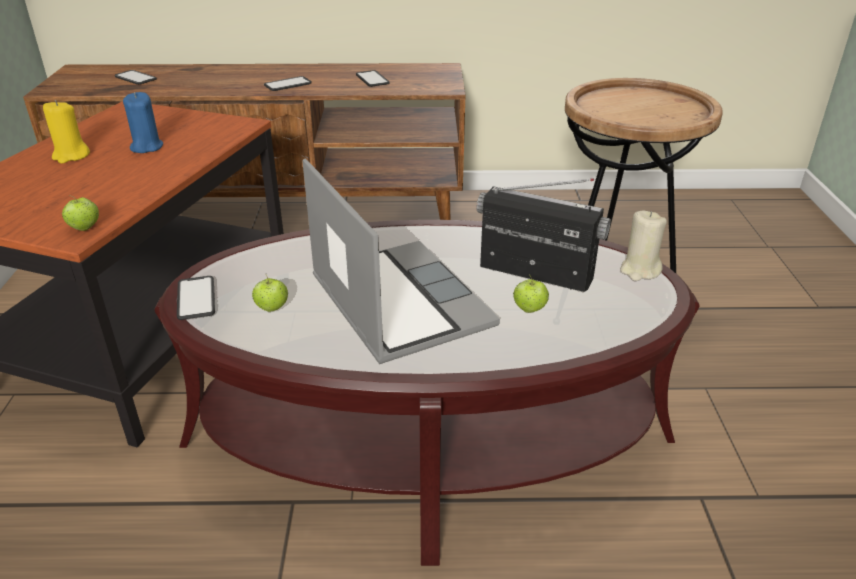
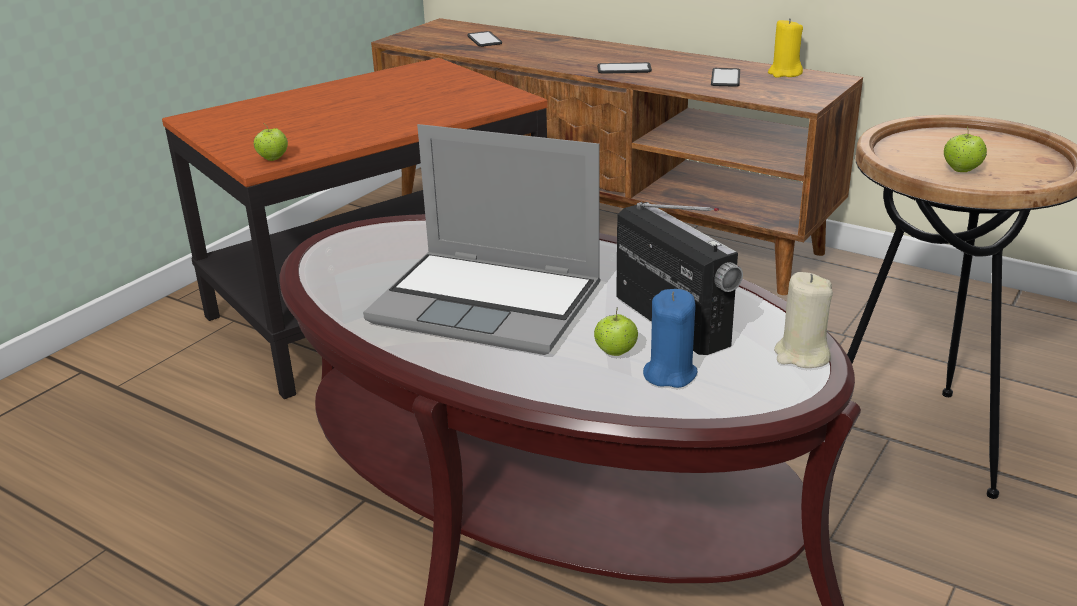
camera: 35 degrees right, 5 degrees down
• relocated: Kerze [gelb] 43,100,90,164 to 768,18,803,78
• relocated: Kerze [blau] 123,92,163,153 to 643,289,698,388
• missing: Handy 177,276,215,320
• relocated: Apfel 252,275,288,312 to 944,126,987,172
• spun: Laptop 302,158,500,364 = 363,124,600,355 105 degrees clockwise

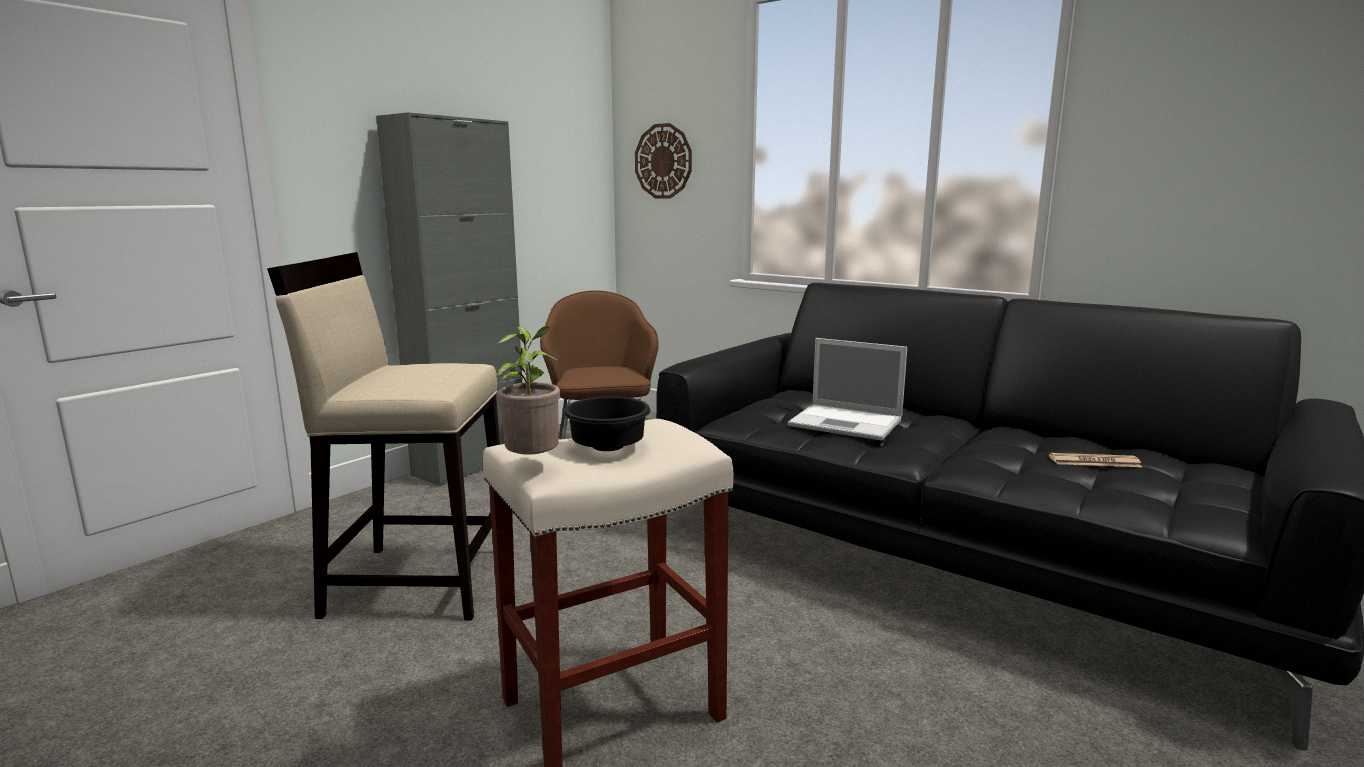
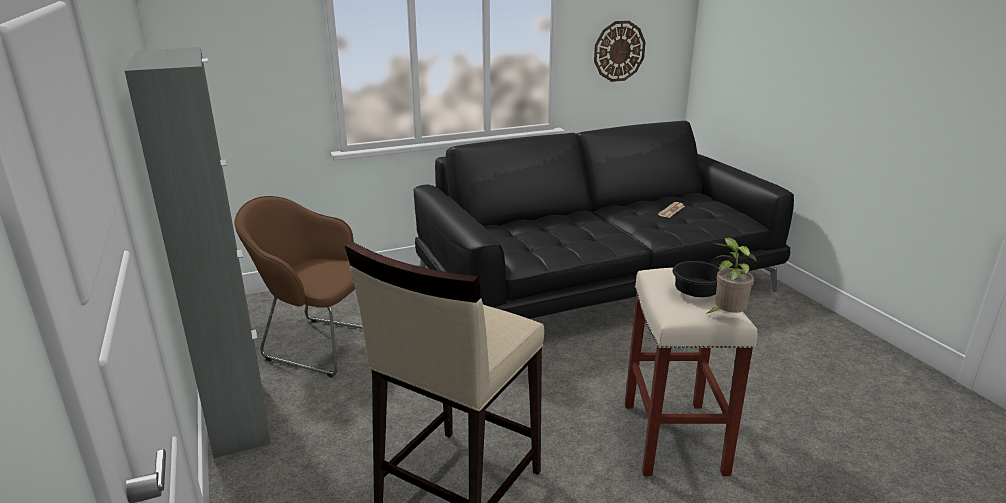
camera: 60 degrees left, 10 degrees up
• relocated: Wanduhr 635,123,692,199 to 594,21,646,82
• missing: Laptop 788,338,907,441

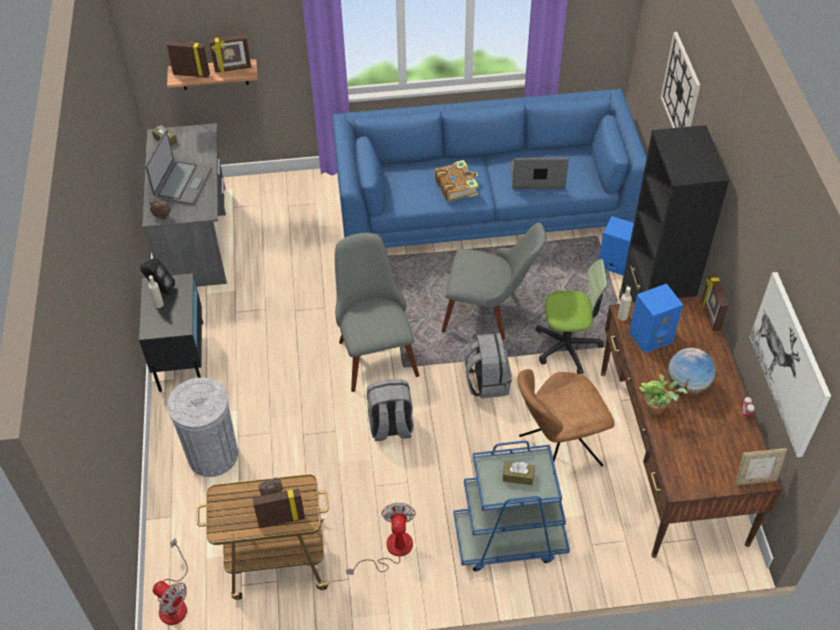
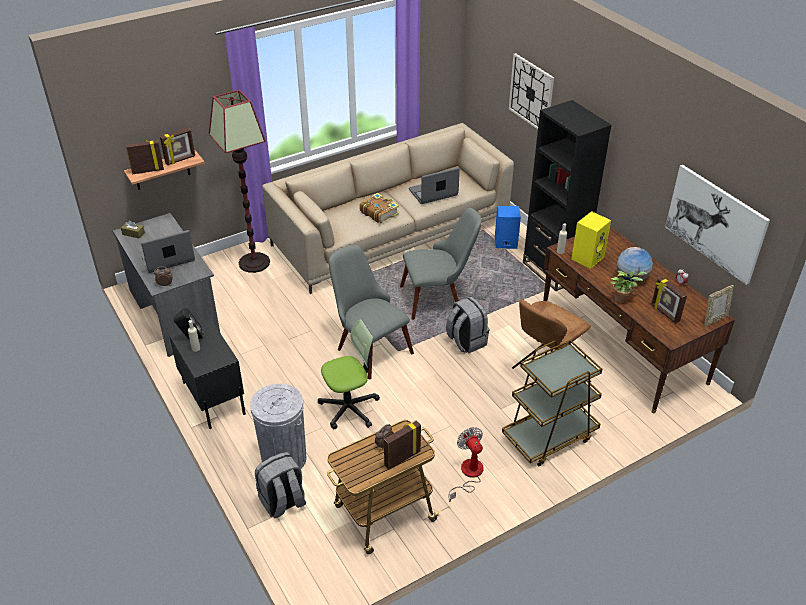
camera: 25 degrees left, 10 degrees down
• spun: Laptop 145,130,212,205 = 140,230,195,273 105 degrees counterclockwise
• missing: Ventilator 153,538,188,625
• colour: Sofa [blau] 332,89,647,248 to Sofa [beige] 262,123,514,294
• relocated: Rucksack [grau] 367,379,414,441 to 255,452,306,518
• colour: Rollwagen [blau] 453,441,570,571 to Rollwagen [braun] 502,340,602,466
• missing: Taschentuchbox [braun] 503,461,535,485
• relocated: Bürostuhl 536,259,607,374 to 318,319,380,429
• colour: Lautsprecher [blau] 629,284,683,354 to Lautsprecher [gelb] 571,211,611,269
• relocated: Bilderrahmen 702,273,729,332 to 651,276,687,324
• appeared: Stehlampe 209,90,270,273

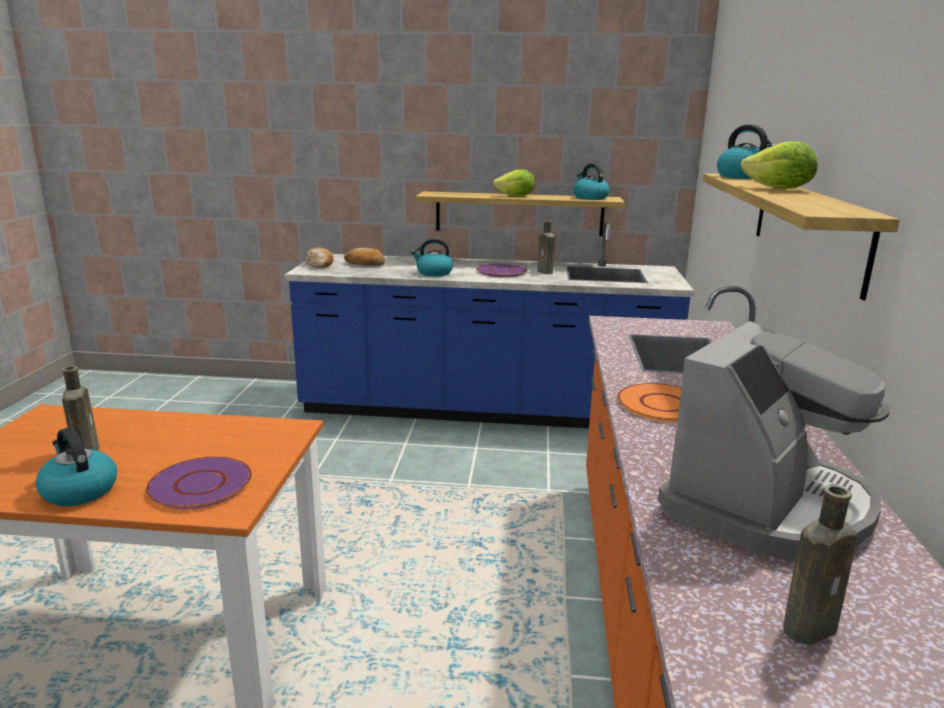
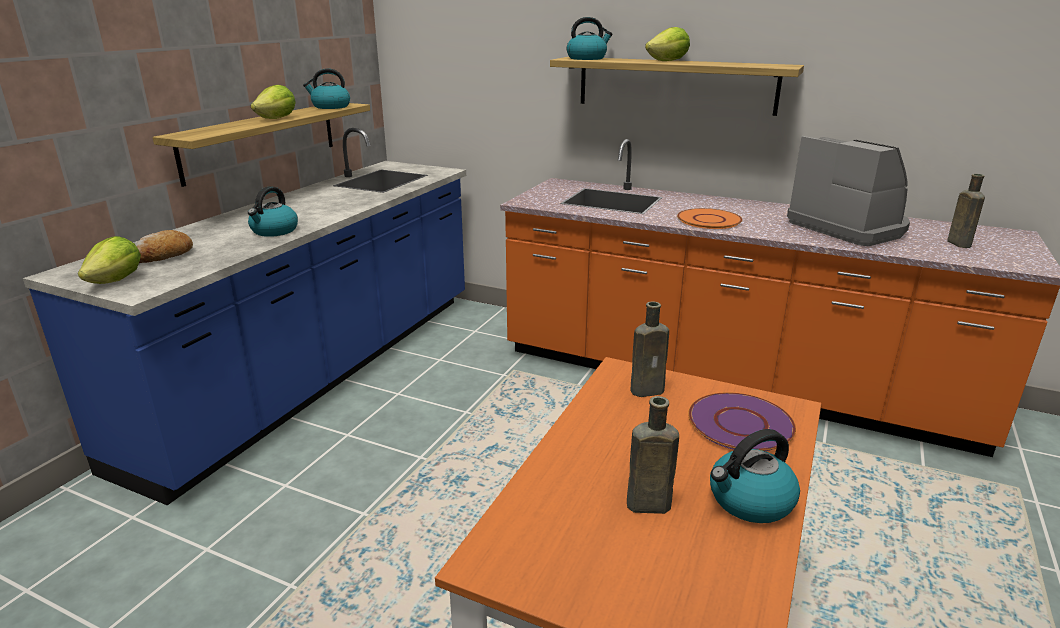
camera: 70 degrees left, 5 degrees up
• exchanged: Brot 305,248,334,268 to Salatkopf 78,236,141,284
• missing: Teller [lila] 476,264,528,277
• relocated: Flasche [braun] 537,220,555,274 to 631,302,669,397

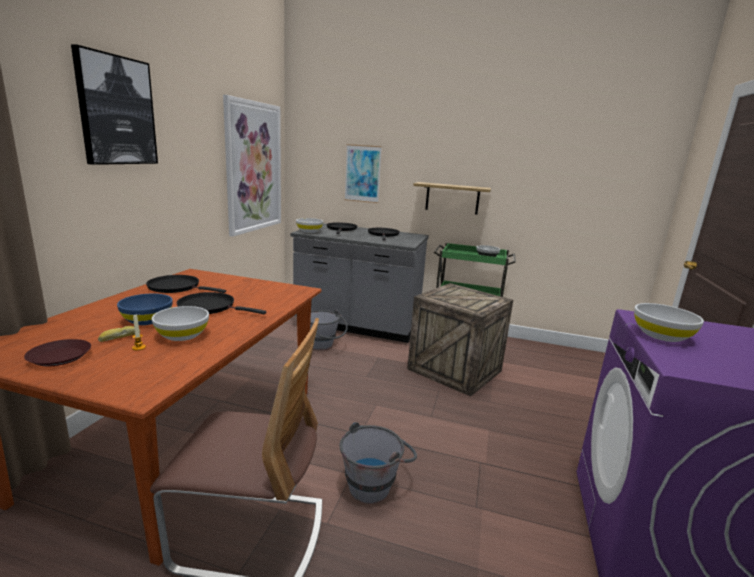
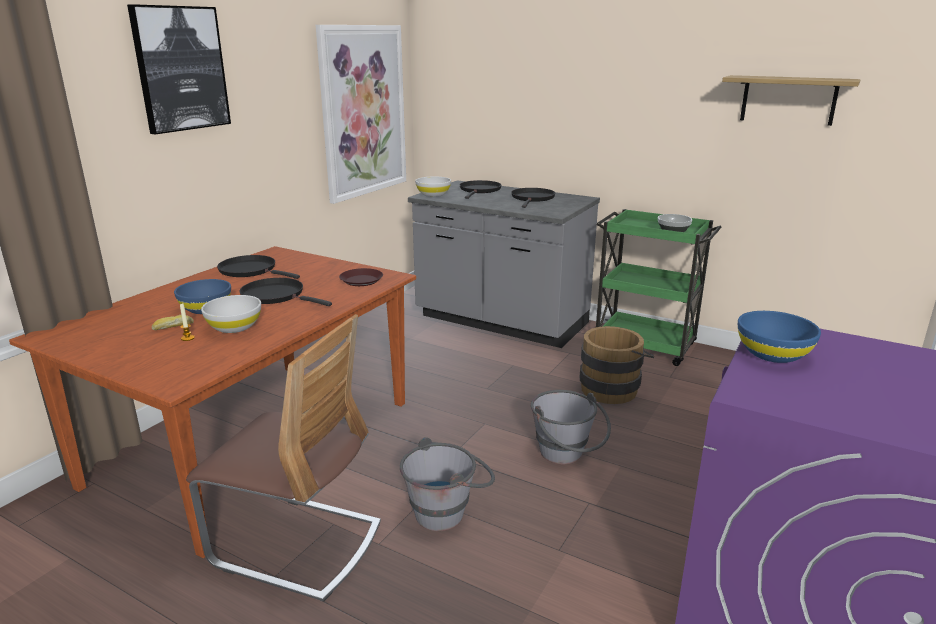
camera: 15 degrees right, 5 degrees up
• relocated: Teller [braun] 24,339,91,366 to 339,268,383,286
• relocated: Eimer [grau] 310,310,348,350 to 531,390,611,464
• missing: Bild 345,144,382,203
• exchanged: Kiste 407,283,513,396 to Eimer [braun] 580,326,654,404
• relocated: Wandregal 413,182,491,215 to 722,75,861,126
• colour: Schüssel [weiß] 634,303,704,342 to Schüssel [blau] 738,311,821,363

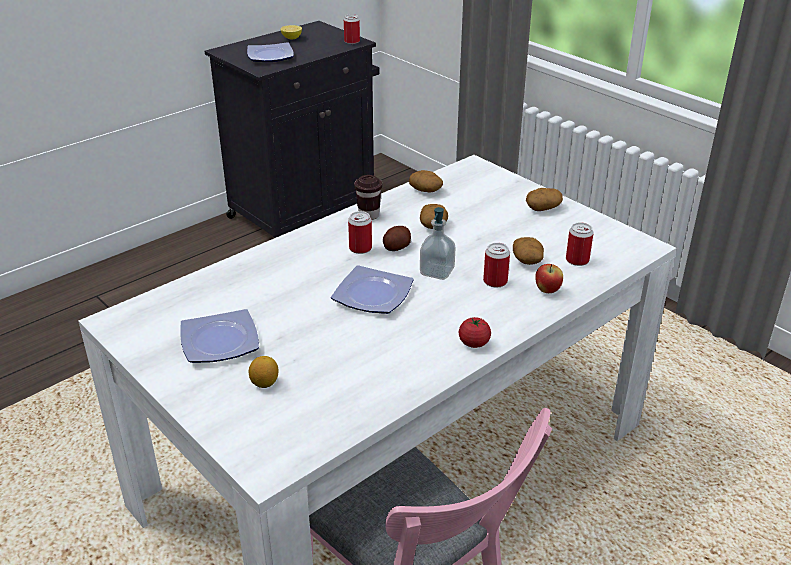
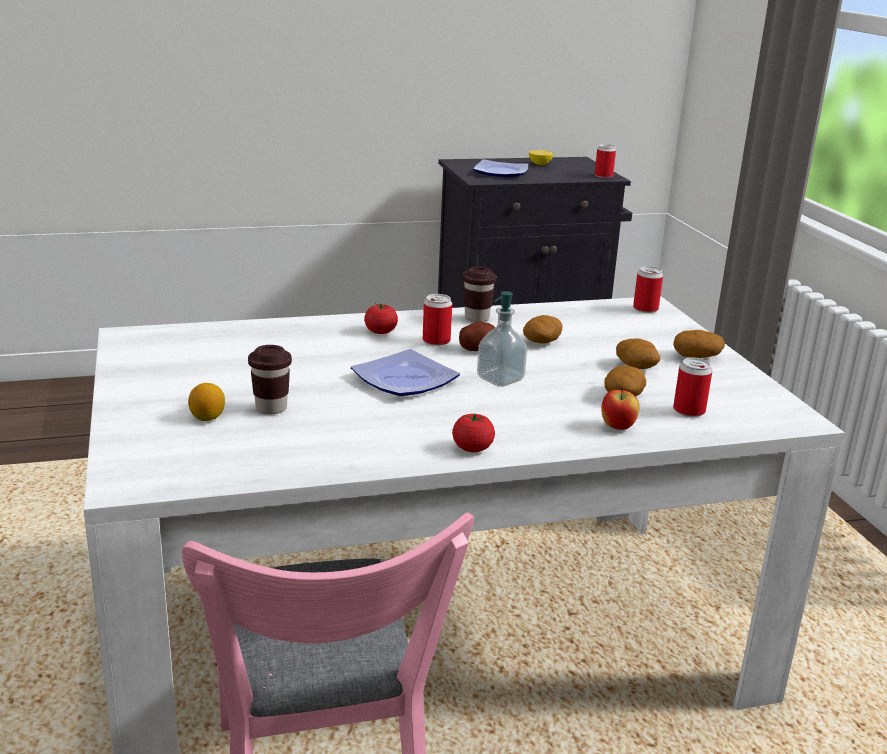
camera: 25 degrees right, 10 degrees down
• missing: Teller 180,309,259,363
• relocated: Kartoffel 409,170,443,192 to 616,338,660,369
• relocated: Dose 483,243,510,287 to 633,266,663,313
• appeared: Tasse [braun] 248,345,292,414
• appeared: Tomate 364,303,398,334

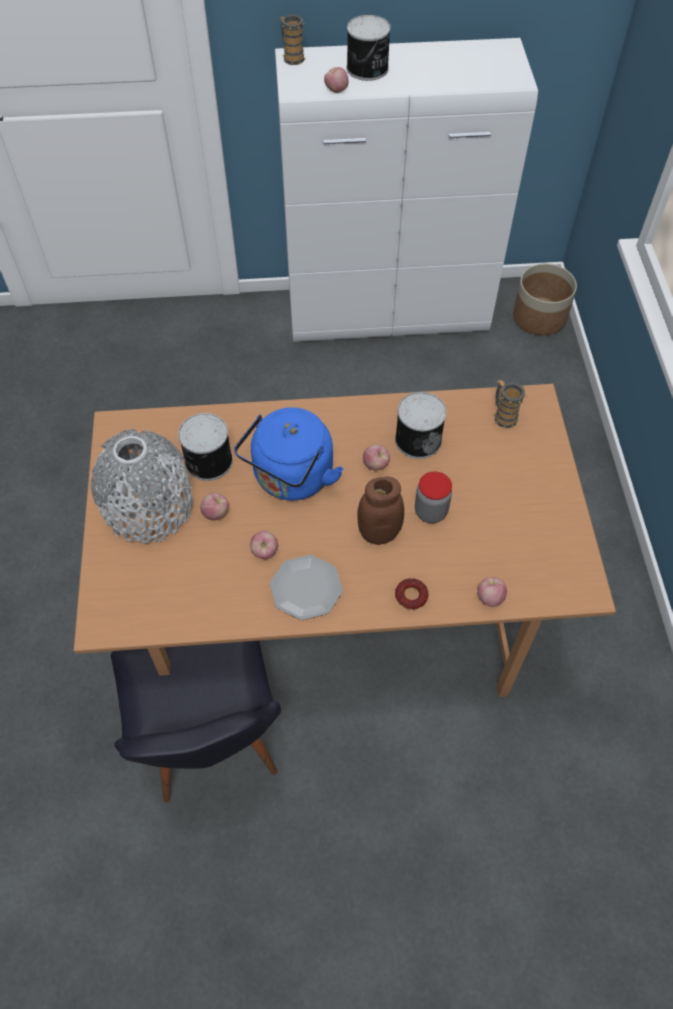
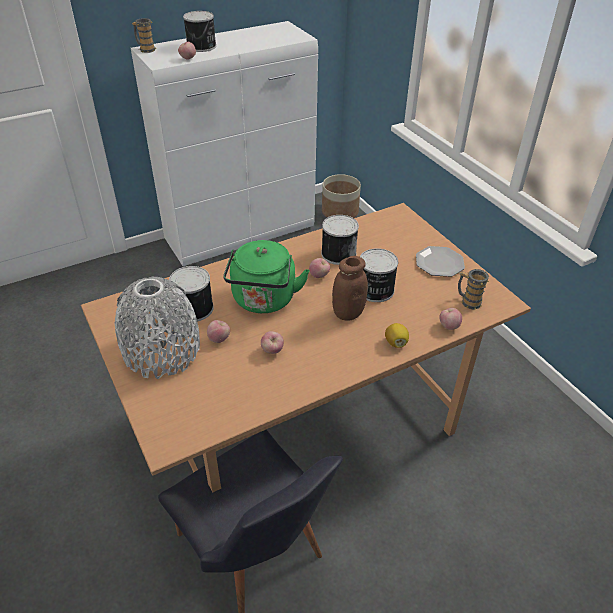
camera: 25 degrees left, 15 degrees down
• colour: Wasserkessel [blau] 234,407,343,501 to Wasserkessel [grün] 223,240,310,313
• relocated: Teller 270,555,343,620 to 416,246,465,277
• exchanged: Donut 395,578,428,610 to Zitrone 385,323,409,348
• exchanged: Vorratsglas 415,471,452,523 to Dose 360,248,398,302
• relocated: Henkelbecher 493,380,527,428 to 458,269,489,309

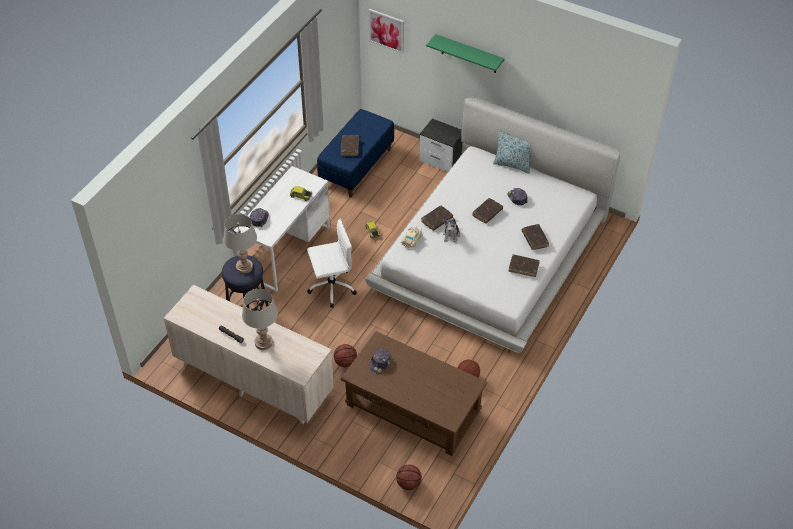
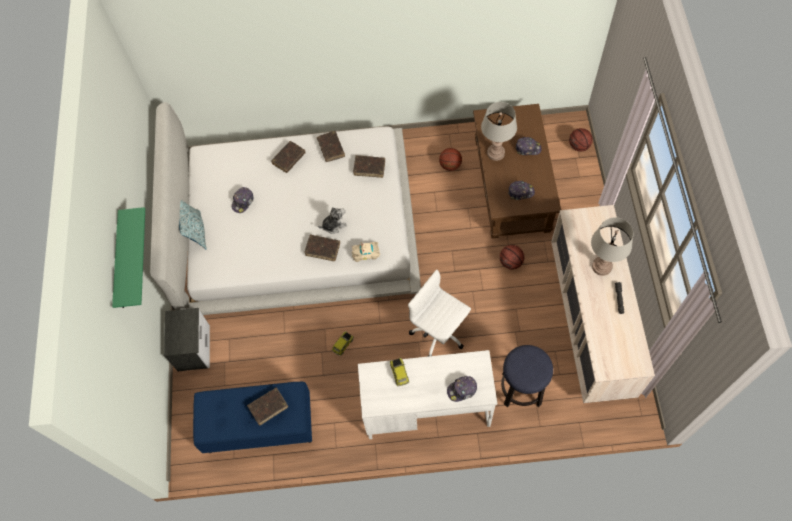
camera: 120 degrees left, 15 degrees up
• relocated: Tischlampe [grau] 223,214,257,274 to 481,102,517,161
• missing: Bild 369,9,404,54
• relocated: Buch [braun] 472,198,503,224 to 353,155,385,178
• appeared: Kappe 515,137,541,155

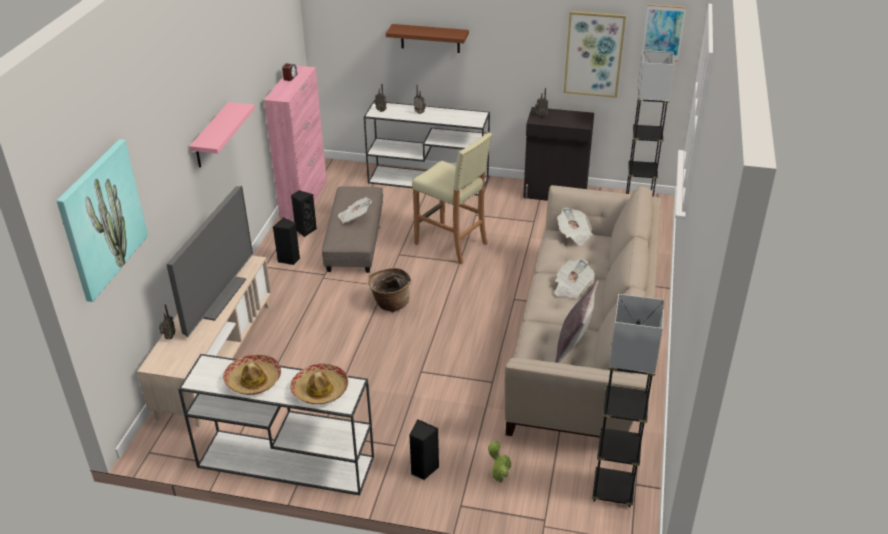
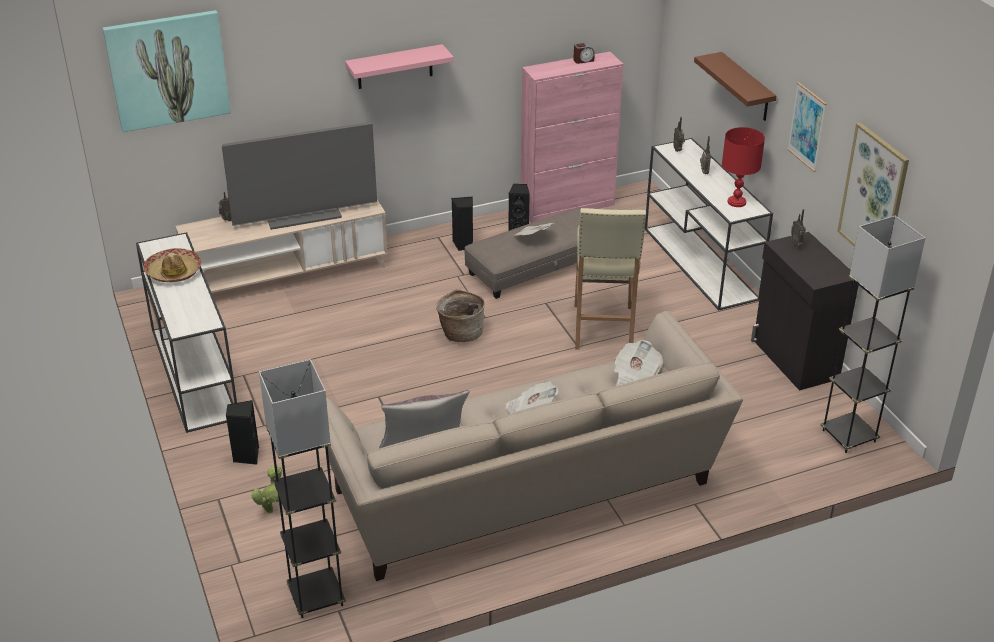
camera: 55 degrees right, 0 degrees up
• missing: Hut 290,363,348,404
• relocated: Bild 641,4,686,61 to 787,82,826,172
• appeared: Tischlampe [rot] 722,127,765,207

